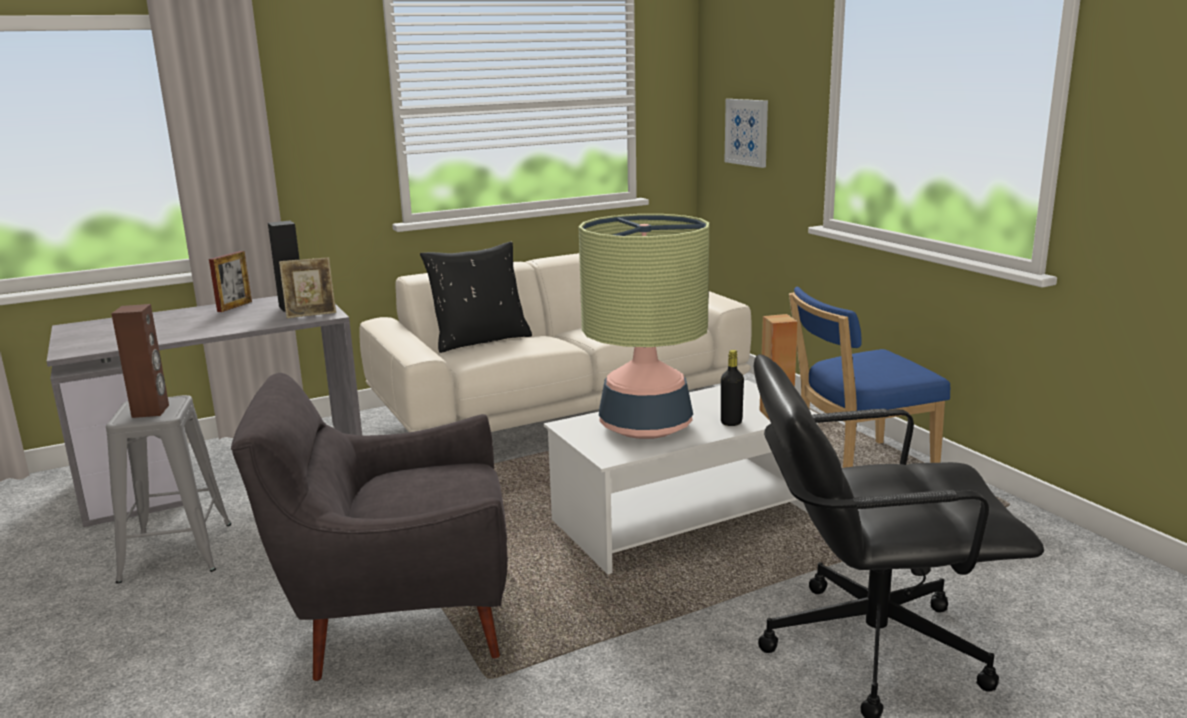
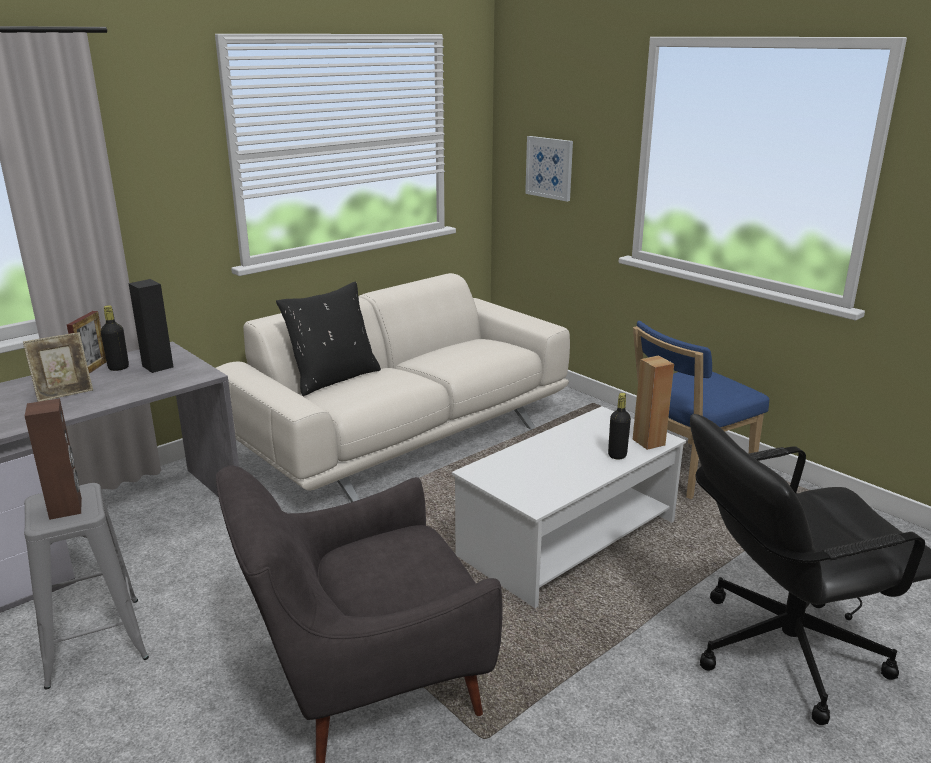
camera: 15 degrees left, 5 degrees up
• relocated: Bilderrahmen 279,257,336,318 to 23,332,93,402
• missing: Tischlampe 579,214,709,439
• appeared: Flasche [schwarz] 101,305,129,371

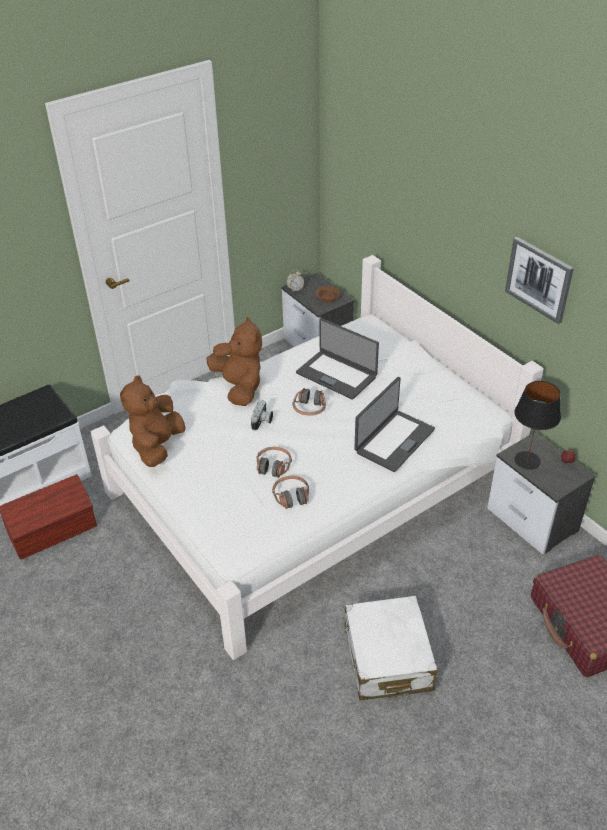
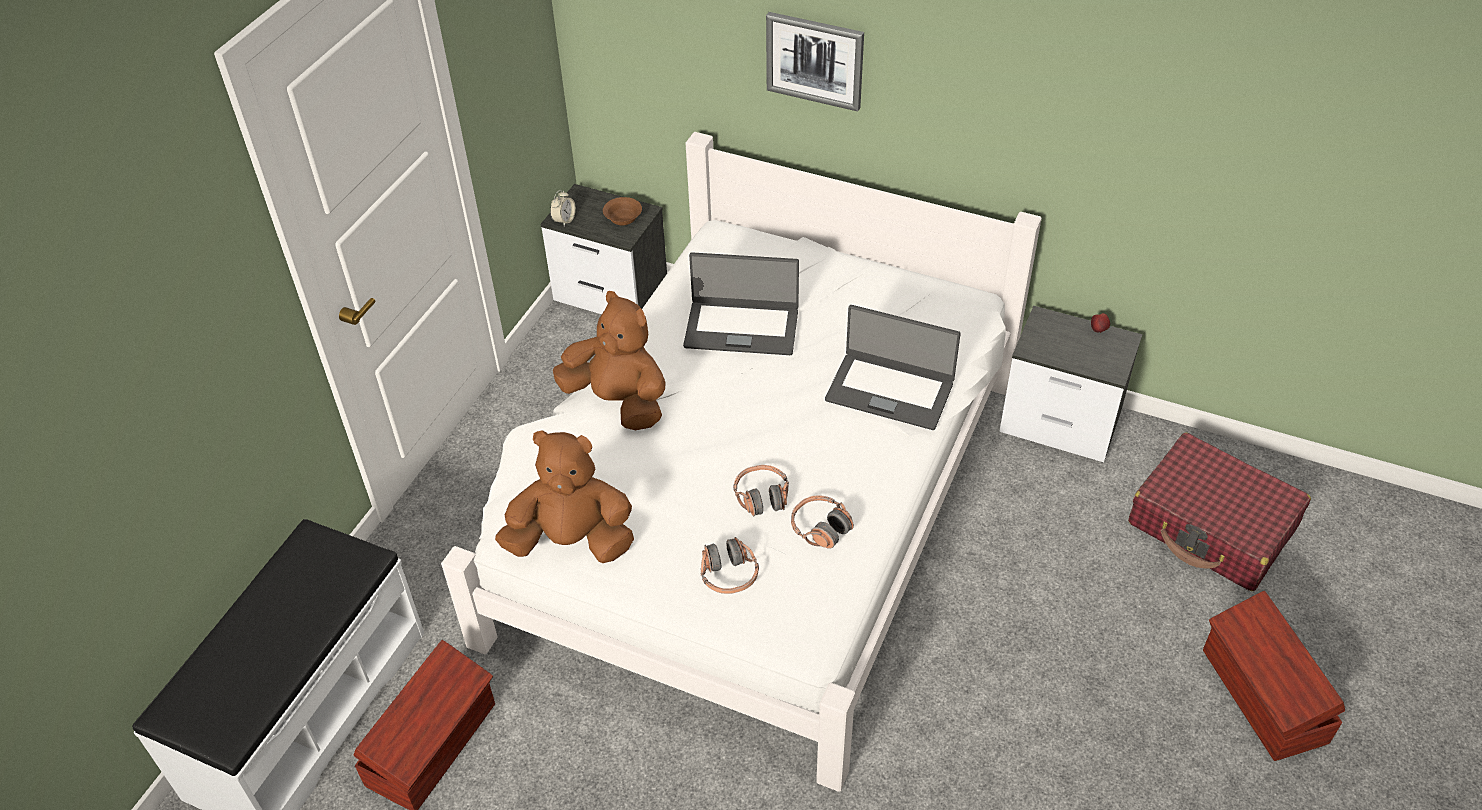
camera: 30 degrees left, 5 degrees up
• spun: Plüschtier [braun] 120,375,186,467 = 495,430,634,563 105 degrees clockwise
• missing: Kamera 251,400,273,431
• relocated: Kopfhörer 292,388,326,416 to 701,537,759,594
• missing: Koffer [weiß] 344,596,438,700
• spun: Laptop 354,377,435,472 = 825,305,961,430 105 degrees clockwise
• relocated: Bild 505,237,574,324 to 766,12,864,111
• missing: Tischlampe [schwarz] 515,381,561,470
• appeared: Aufbewahrungsbox [braun] 1203,591,1345,761

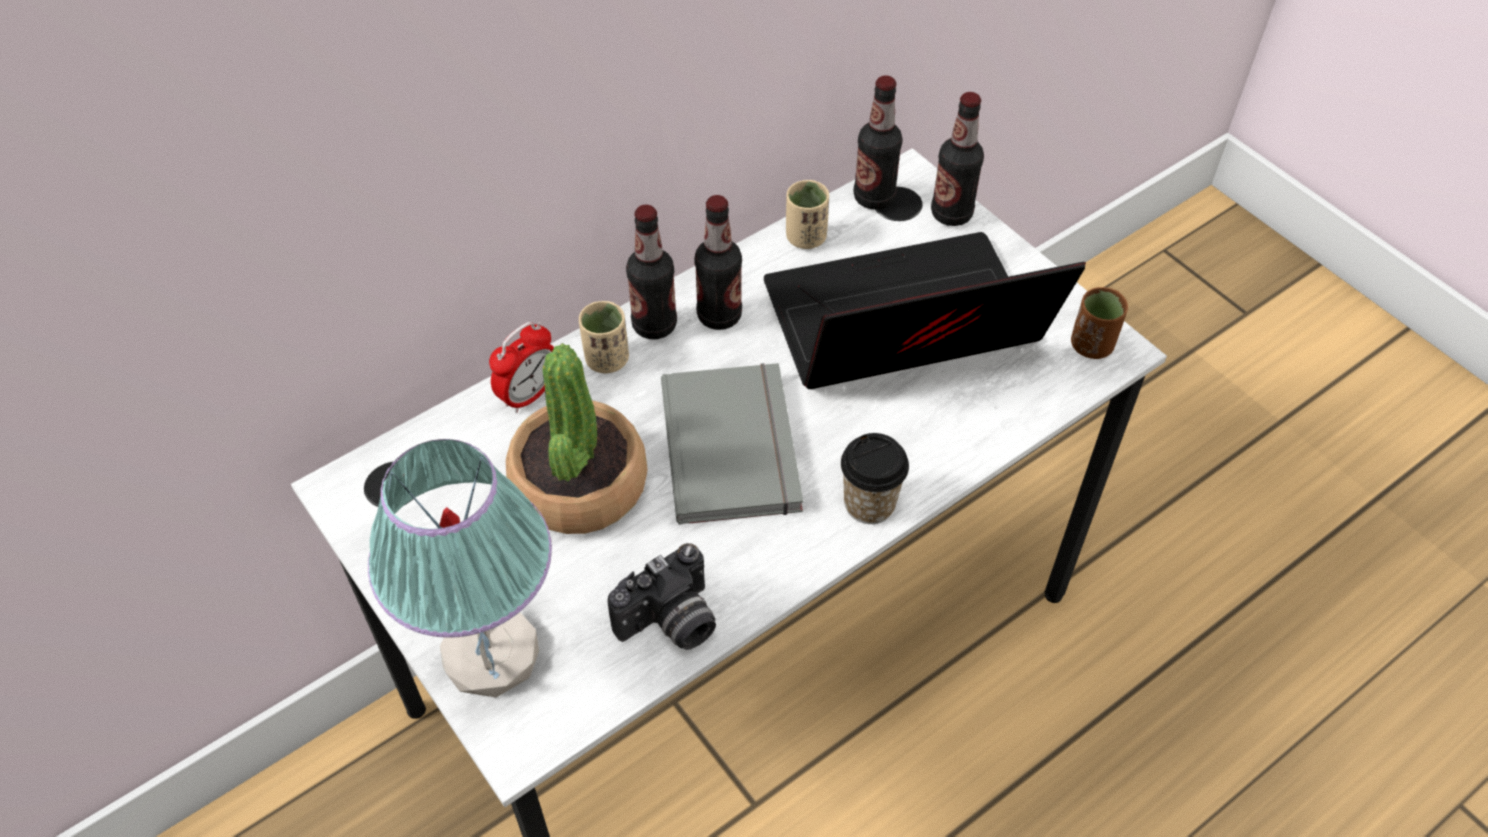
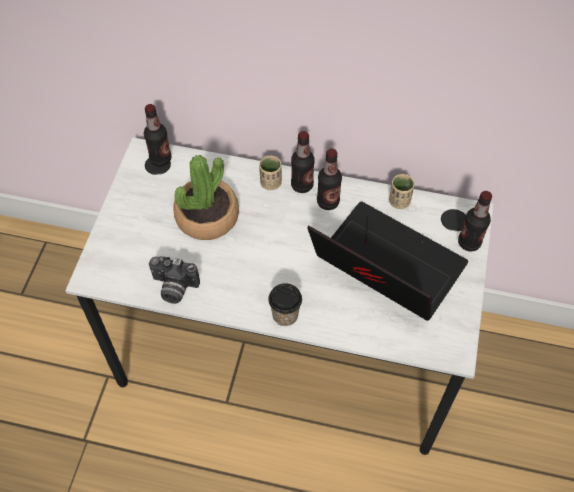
camera: 50 degrees right, 5 degrees up
• missing: Tischlampe 368,439,552,698
• missing: Wecker 489,322,554,413
• missing: Buch [grau] 661,363,803,524
• relocated: Flasche 854,75,903,210 to 144,104,172,167
• missing: Tasse [braun] 1071,287,1128,359

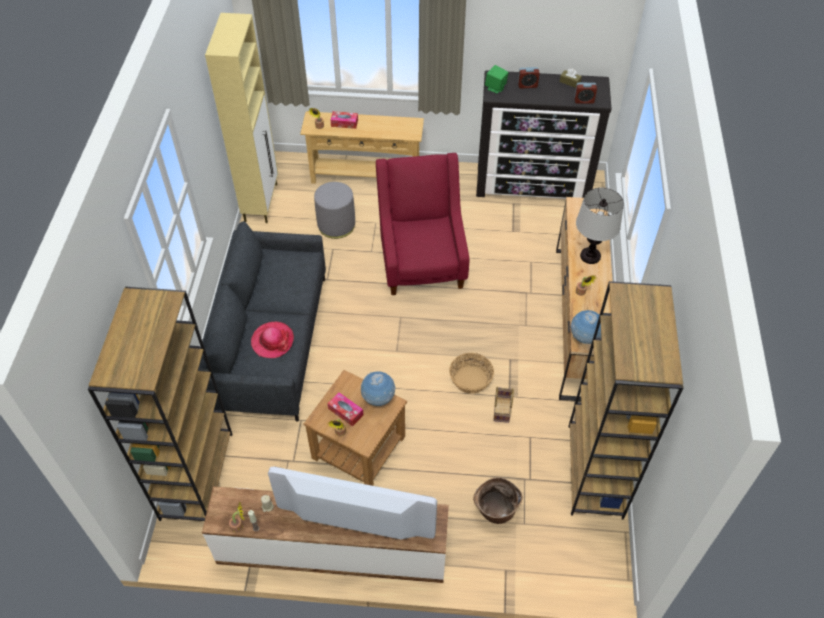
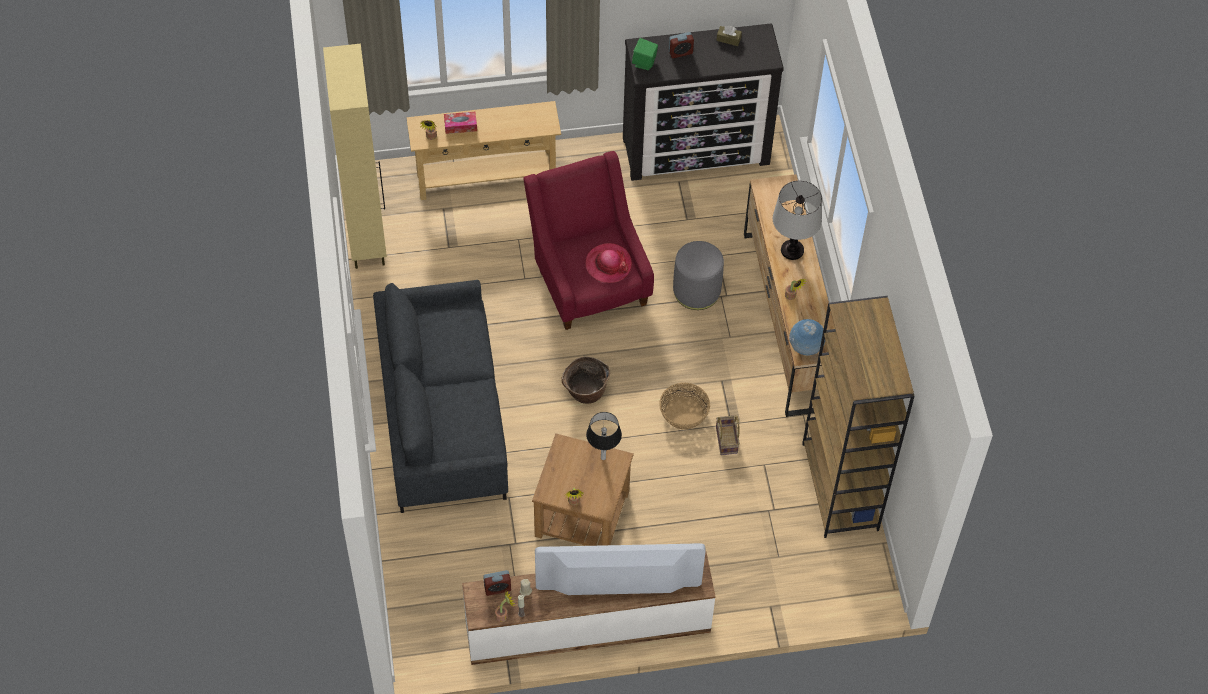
camera: 15 degrees left, 5 degrees up
• missing: Bücherregal [braun] 88,287,232,521
• relocated: Hut 251,322,294,358 to 585,243,632,283
• relocated: Polsterhocker [grau] 314,182,355,239 to 673,241,724,310
• missing: Taschentuchbox 328,392,364,427
• exchanged: Globus 361,371,396,406 to Tischlampe 586,412,622,460
• relocated: Korb 473,478,523,524 to 561,356,610,404
• relocated: Wecker 574,83,597,104 to 483,570,511,596

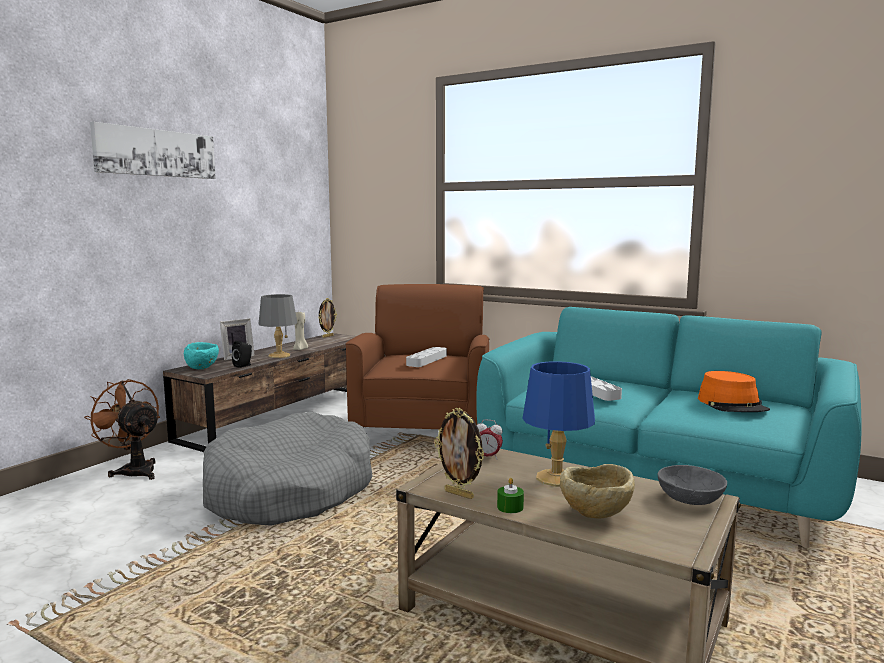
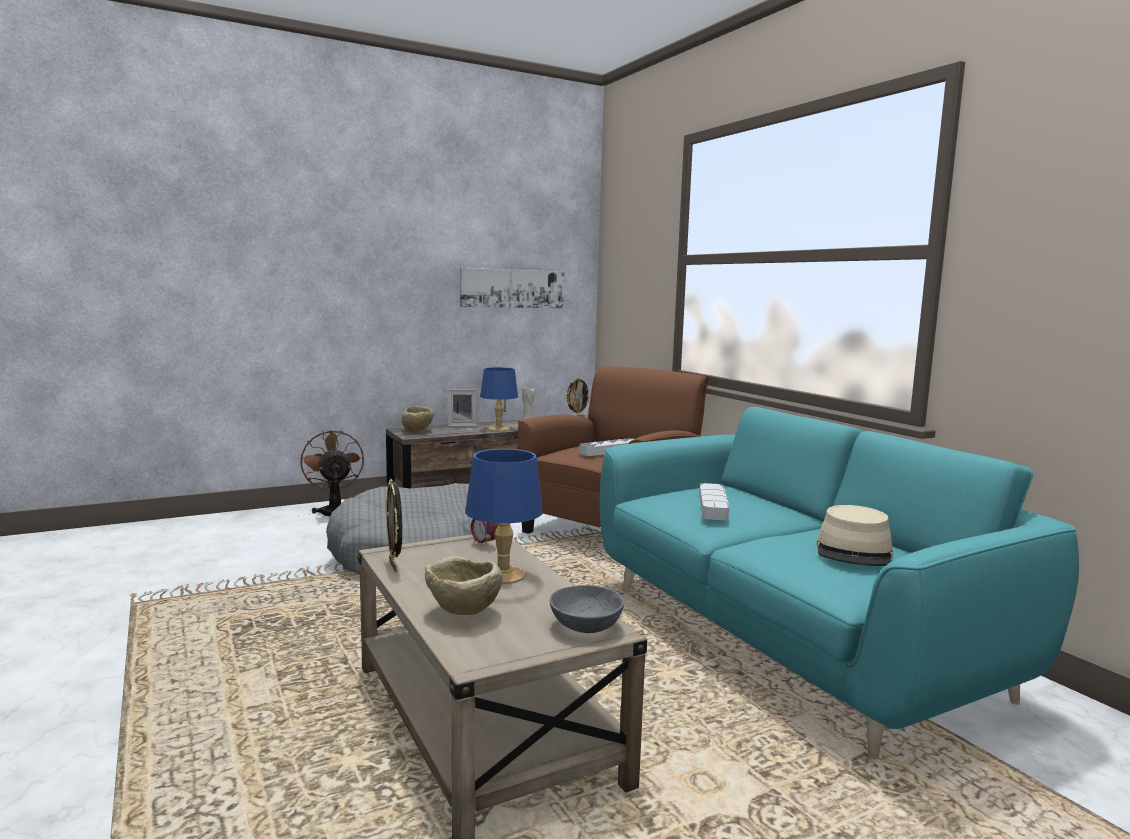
camera: 30 degrees right, 0 degrees up
• relocated: Bild 90,122,216,179 to 460,268,564,308
• colour: Schüssel [türkis] 184,342,219,369 to Schüssel [beige] 402,406,433,432
• missing: Lautsprecher [schwarz] 232,341,252,368
• colour: Tischlampe [grau] 258,294,297,358 to Tischlampe [blau] 480,367,518,431
• missing: Kerze [grün] 497,478,524,513
• colour: Hut [orange] 698,371,770,412 to Hut [beige] 816,505,893,566

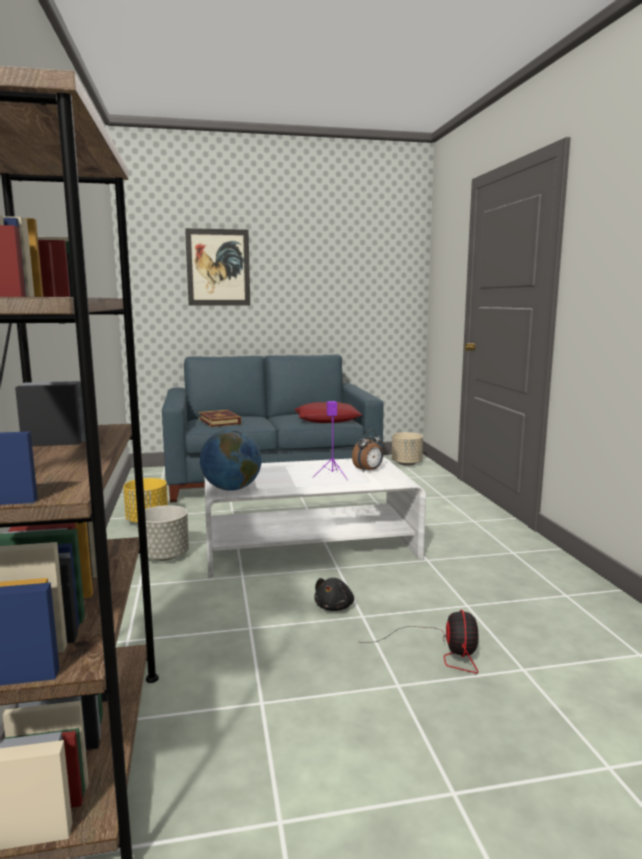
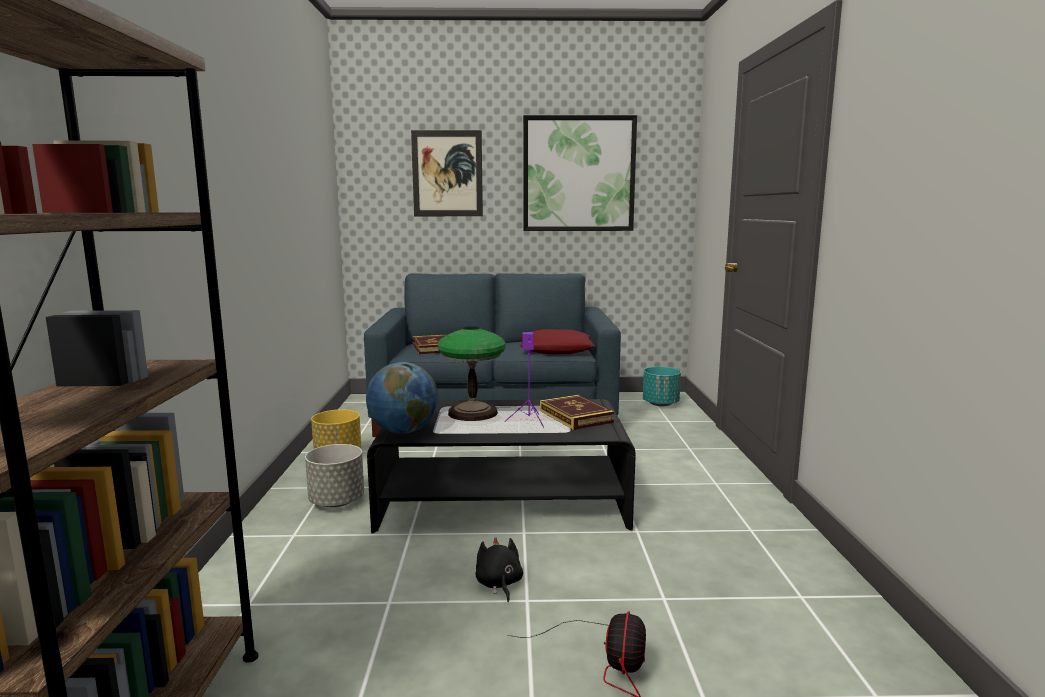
camera: 10 degrees right, 0 degrees up
• colour: Couchtisch [weiß] 205,457,426,578 to Couchtisch [schwarz] 367,399,636,533
• spun: Plüschtier [schwarz] 315,578,354,611 = 475,537,523,602 135 degrees clockwise
• exchanged: Wecker 352,430,383,472 to Buch 540,395,615,430
• colour: Pflanzkübel [beige] 392,432,423,466 to Pflanzkübel [türkis] 643,367,681,406
• appeared: Tischlampe 438,327,506,421
• appeared: Bild 523,115,637,231

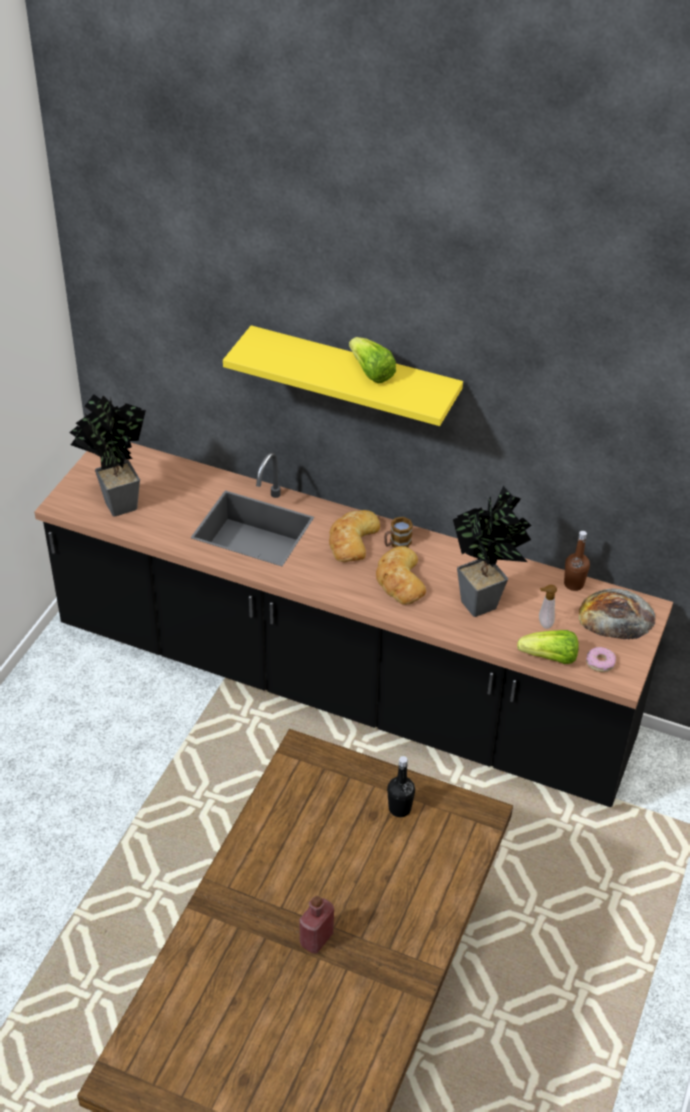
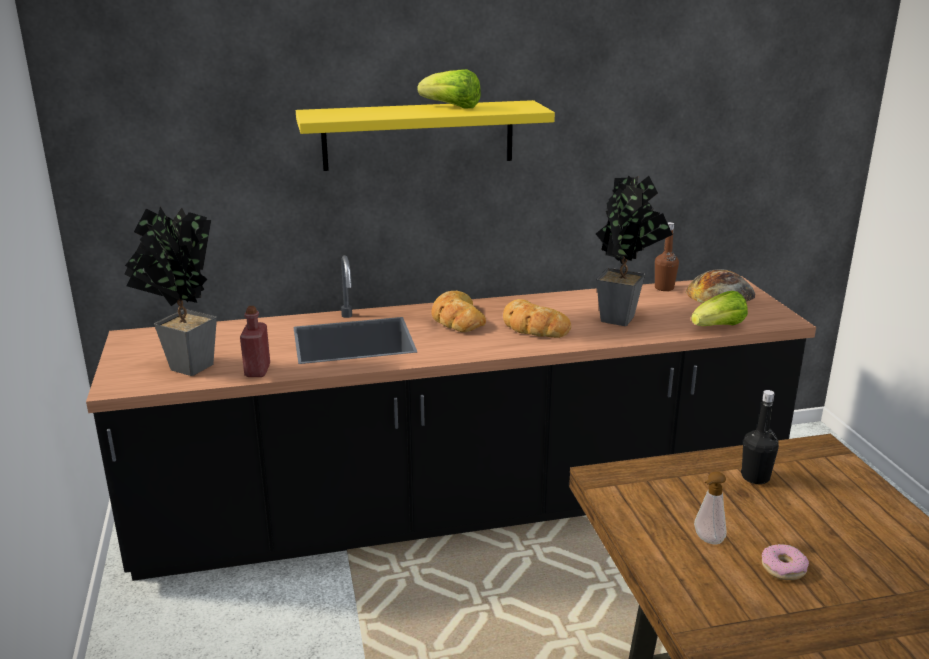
camera: 35 degrees left, 20 degrees down
• relocated: Flasche [rot] 299,896,334,953 to 240,306,270,377
• missing: Henkelbecher 384,517,413,547
• relocated: Seifenspender 539,585,557,629 to 694,471,727,545
• relocated: Donut 586,647,616,672 to 762,544,809,580

